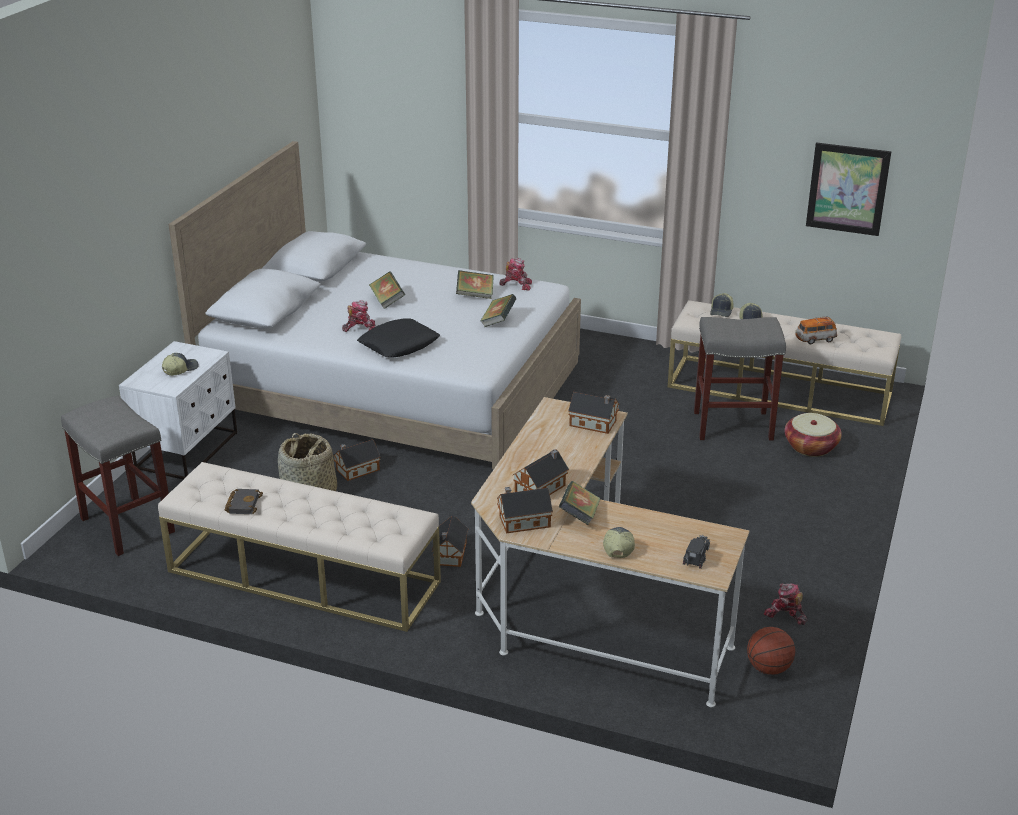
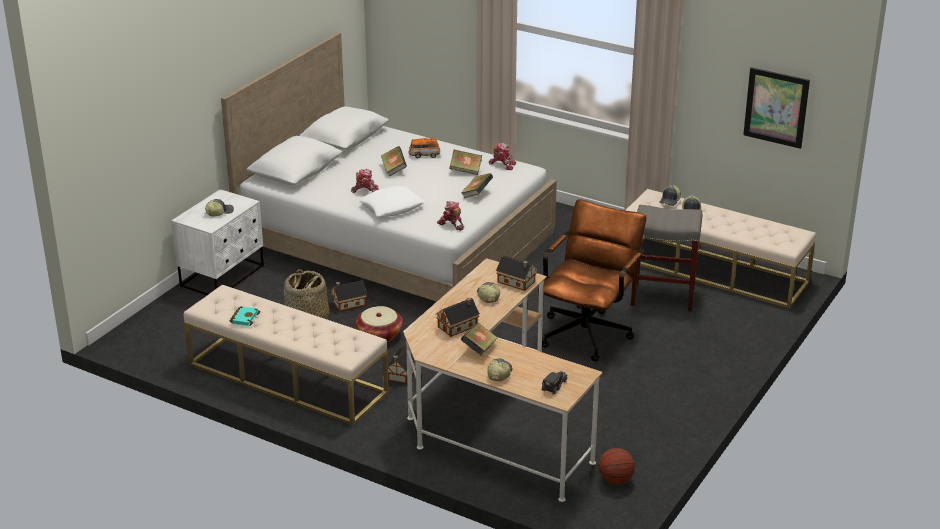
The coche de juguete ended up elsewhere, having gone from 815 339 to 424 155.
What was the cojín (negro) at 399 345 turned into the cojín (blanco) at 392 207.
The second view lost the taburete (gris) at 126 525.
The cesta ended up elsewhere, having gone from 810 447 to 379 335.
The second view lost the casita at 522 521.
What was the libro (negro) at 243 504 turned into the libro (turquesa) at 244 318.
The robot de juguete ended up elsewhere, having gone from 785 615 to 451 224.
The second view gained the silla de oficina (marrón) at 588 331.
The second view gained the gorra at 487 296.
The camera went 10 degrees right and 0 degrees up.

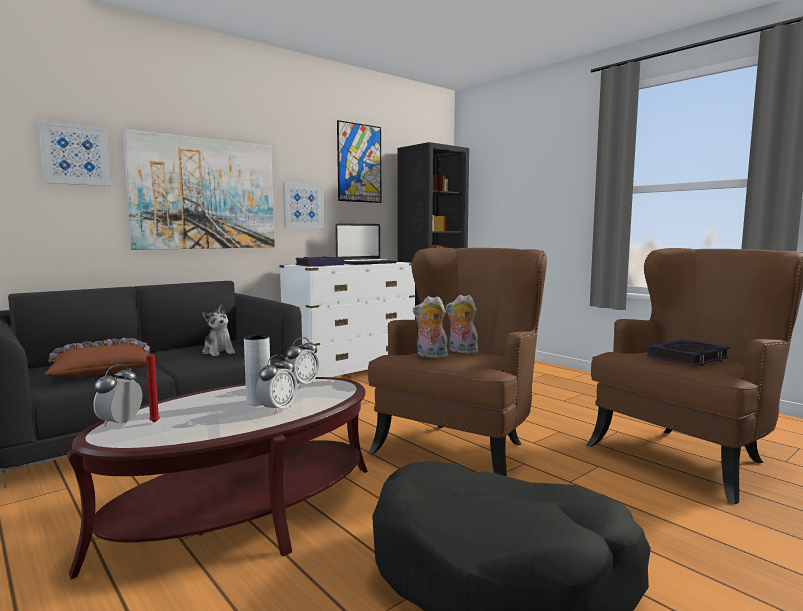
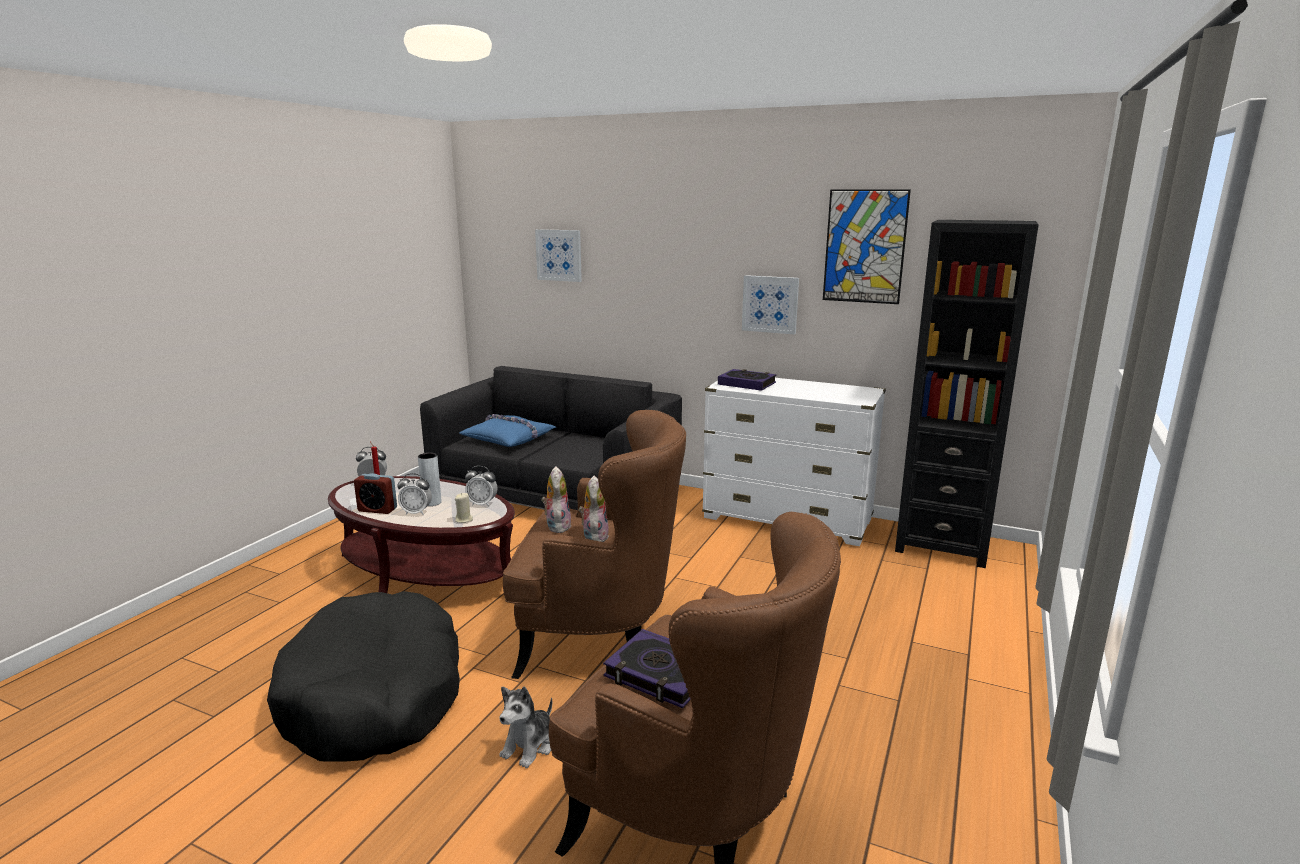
The second view lost the cuadro at 205 194.
The second view lost the portátil at 366 263.
The peluche ended up elsewhere, having gone from 219 352 to 530 746.
What was the cojín (marrón) at 101 370 turned into the cojín (azul) at 509 439.
The second view gained the despertador at 377 510.
The second view gained the vela (beis) at 464 519.
The camera went 65 degrees right and 10 degrees up.

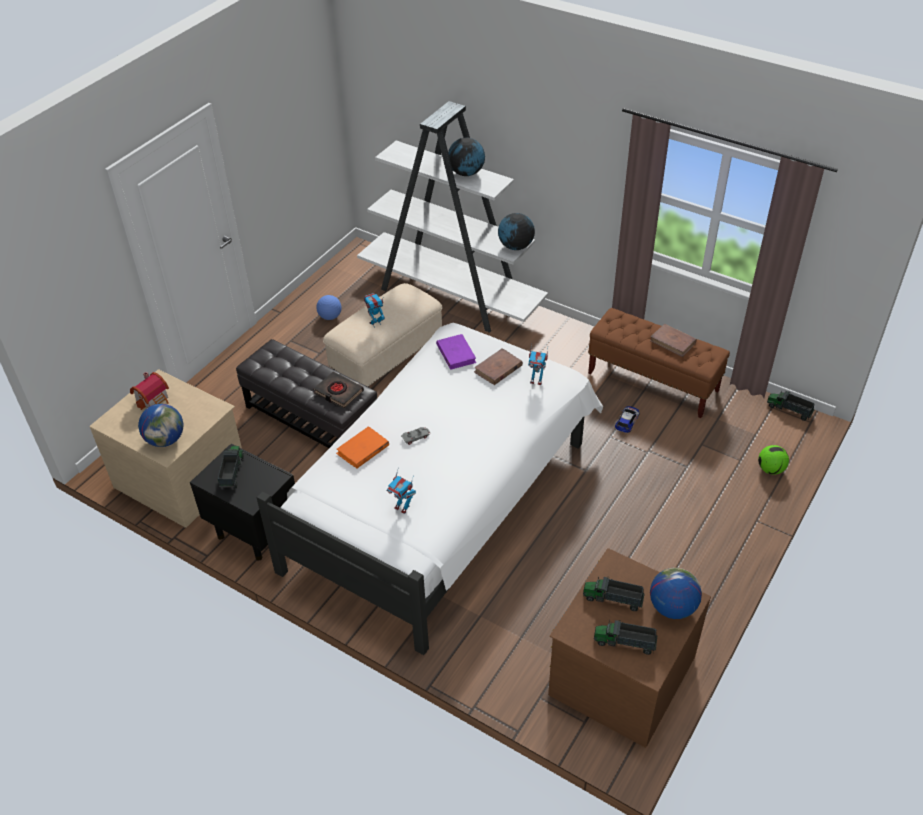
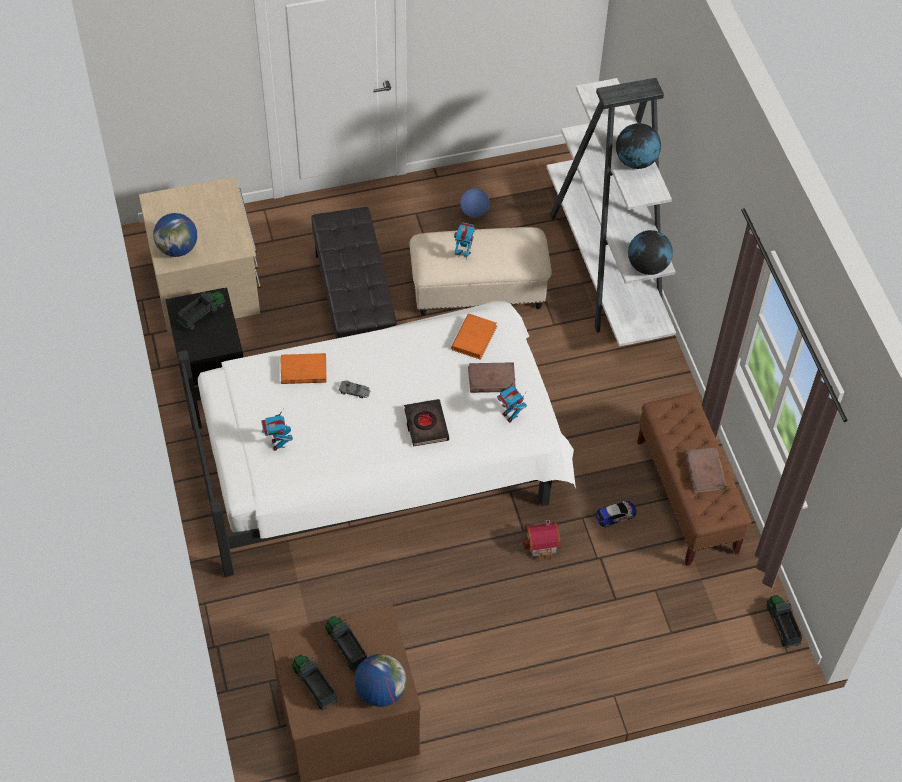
What was the libro (morado) at 456 353 turned into the libro (naranja) at 474 338.
The casita ended up elsewhere, having gone from 154 399 to 542 546.
The libro (negro) ended up elsewhere, having gone from 338 392 to 426 425.
The second view lost the balón de fútbol at 771 469.
The camera went 40 degrees right and 10 degrees up.

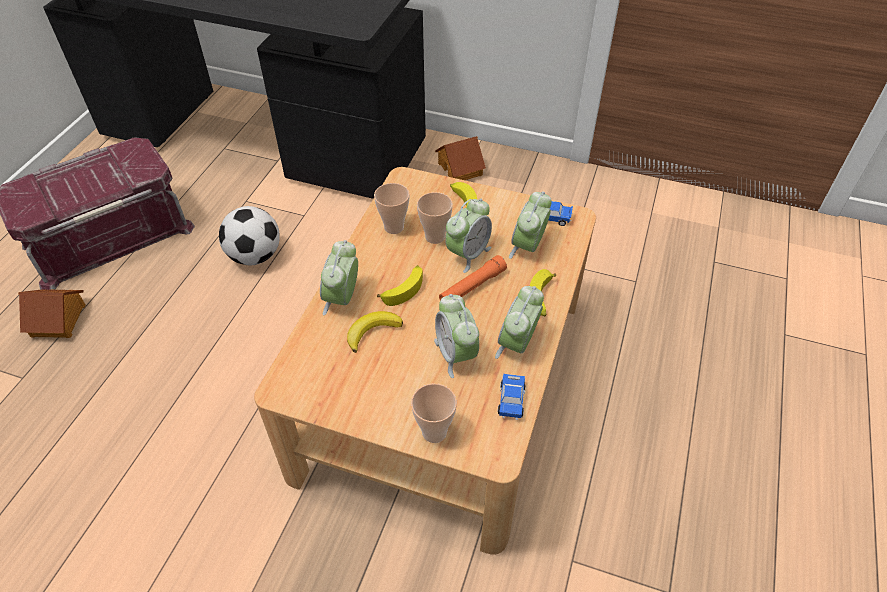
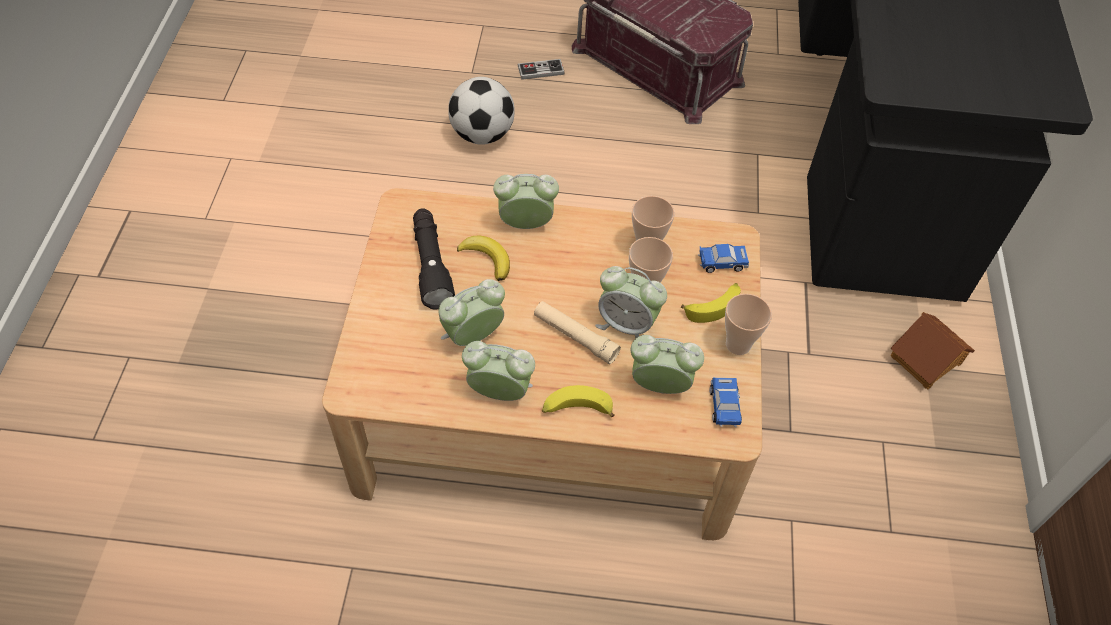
The balón de fútbol ended up elsewhere, having gone from 255 256 to 482 135.
What was the linterna (naranja) at 472 287 turned into the linterna (beis) at 575 337.
The second view lost the plátano at 404 289.
Where the casita stood at 59 320, the mando de consola came to stand at 540 70.
The coche de juguete ended up elsewhere, having gone from 511 401 to 721 262.
The taza ended up elsewhere, having gone from 434 432 to 738 344.
The second view gained the linterna (negro) at 431 265.
The camera went 75 degrees right and 5 degrees up.

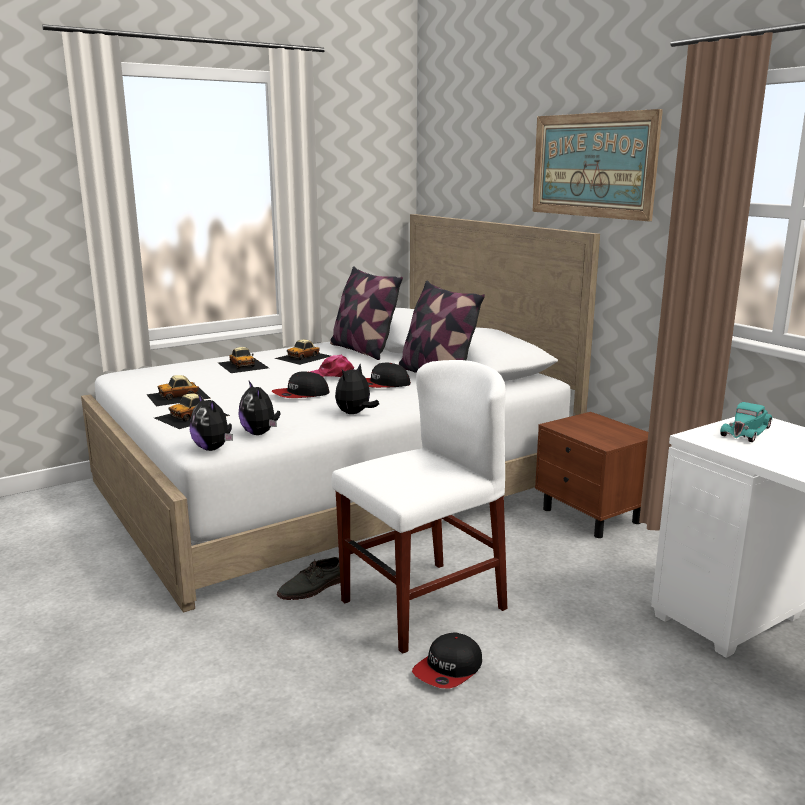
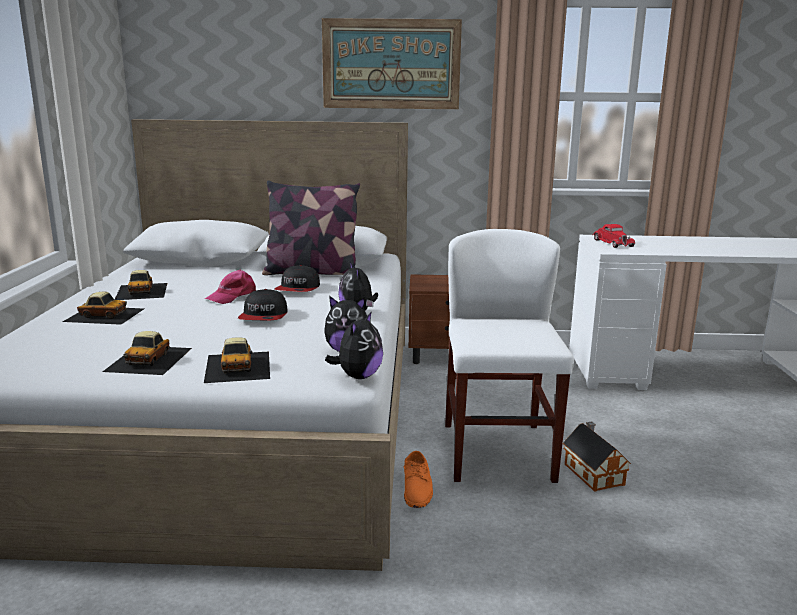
The second view lost the cojín at 363 350.
The peluche at 213 448 ended up facing another way, 60 degrees counterclockwise from before.
What was the coche de juguete (turquesa) at 746 431 turned into the coche de juguete (rojo) at 612 243.
What was the zapato (gris) at 313 588 turned into the zapato (naranja) at 417 488.
Where the gorra stood at 448 669, the casita came to stand at 593 473.
The camera went 55 degrees left and 0 degrees up.

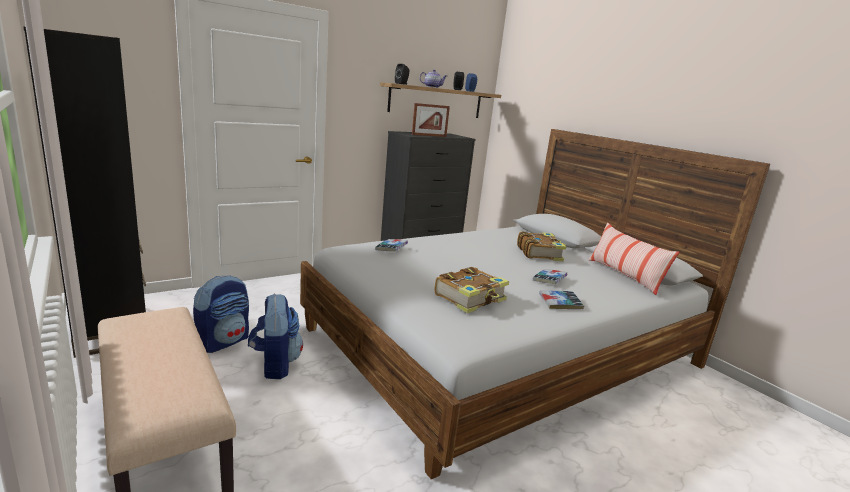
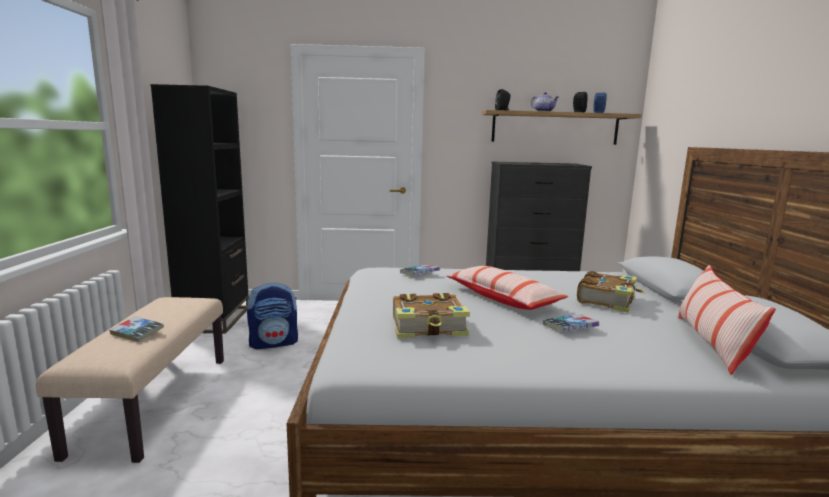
The second view lost the portarretratos at 429 135.
The libro ended up elsewhere, having gone from 560 303 to 137 333.
The second view lost the mochila at 275 365.
The second view gained the cojín at 503 298.
The camera went 35 degrees right and 5 degrees down.

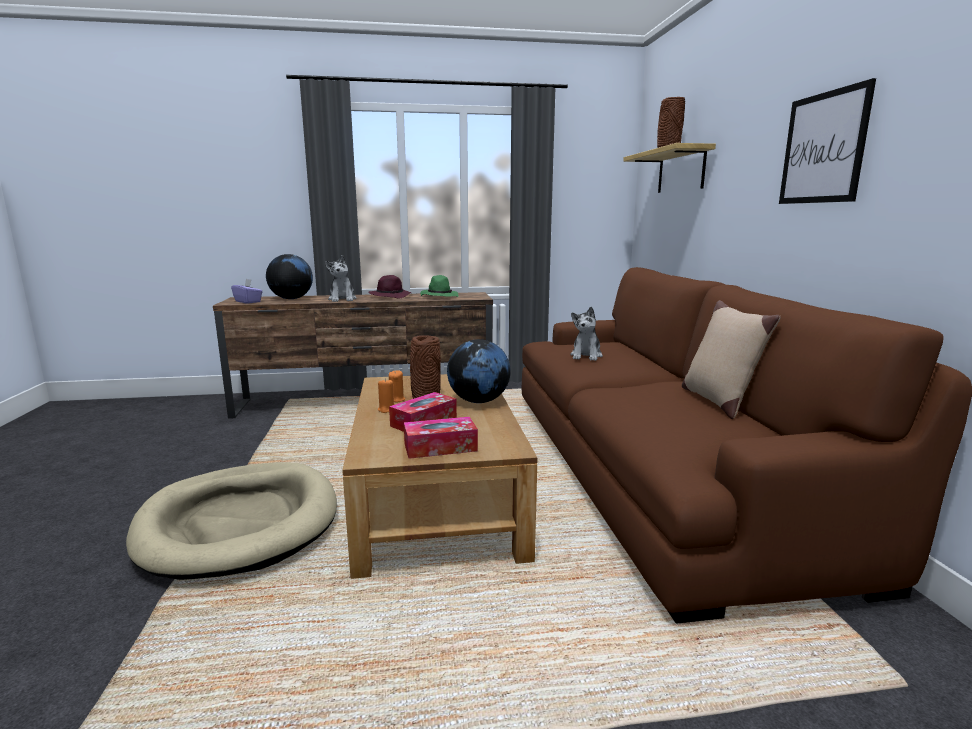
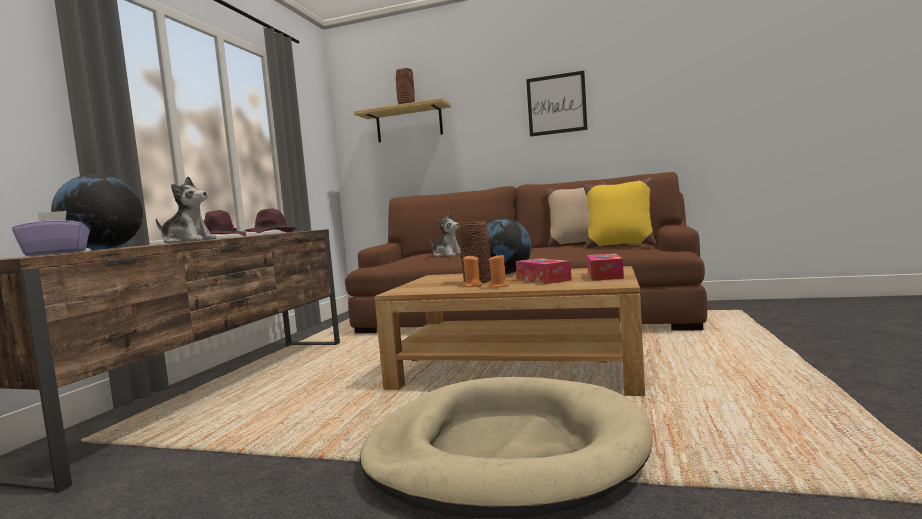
What was the sombrero (verde) at 439 296 turned into the sombrero (morado) at 270 233.
The second view gained the cojín (amarillo) at 619 246.
The camera went 65 degrees left and 10 degrees down.

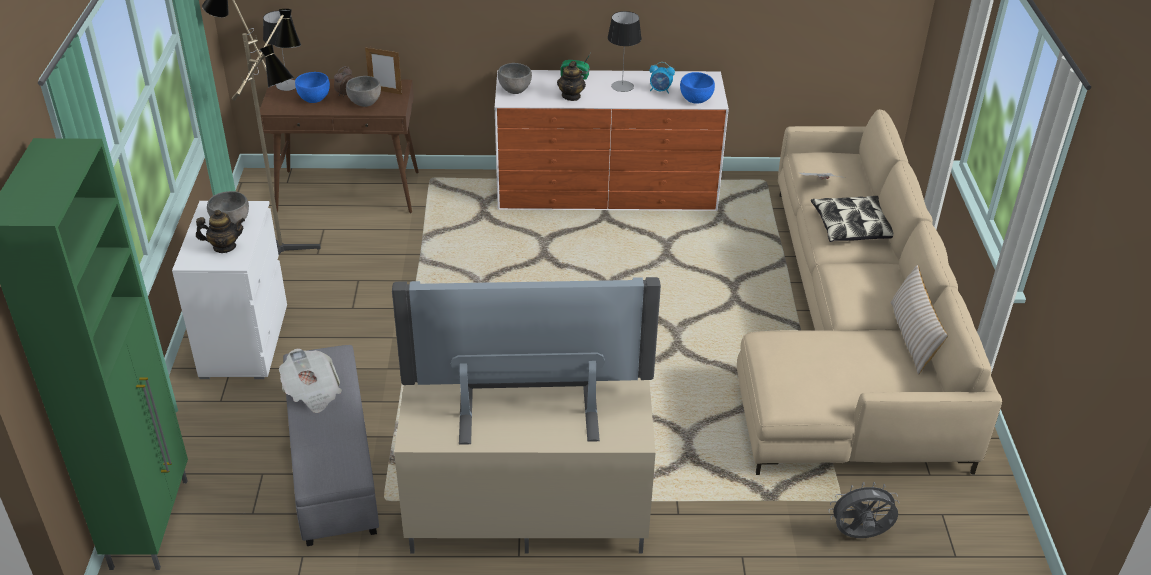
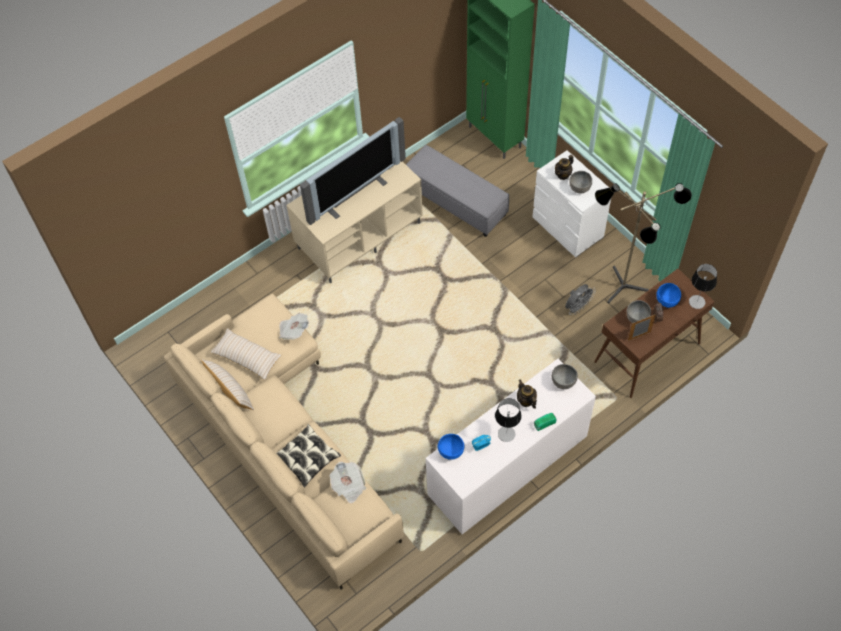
The periódico ended up elsewhere, having gone from 312 392 to 294 330.
The ventilador (gris) ended up elsewhere, having gone from 859 535 to 577 307.
The second view gained the cojín (beis) at 247 357.
The camera went 145 degrees right and 20 degrees up.

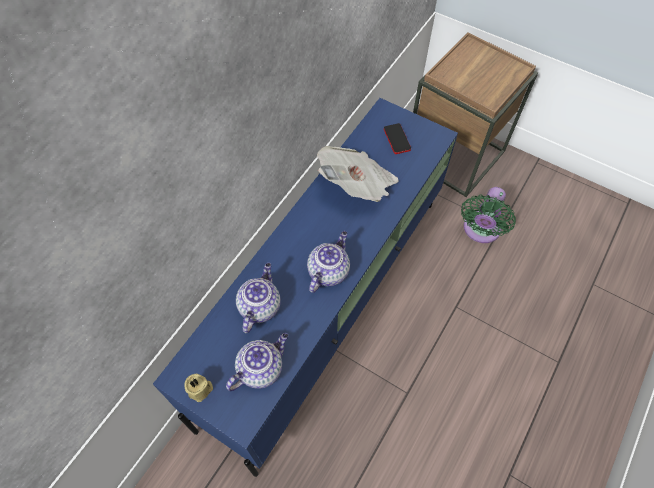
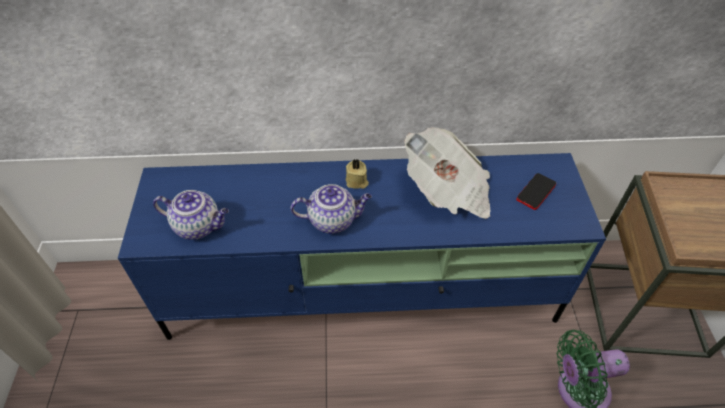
The second view lost the tetera at 259 306.
The vela (beis) ended up elsewhere, having gone from 200 390 to 357 182.
The camera went 55 degrees right and 10 degrees down.

